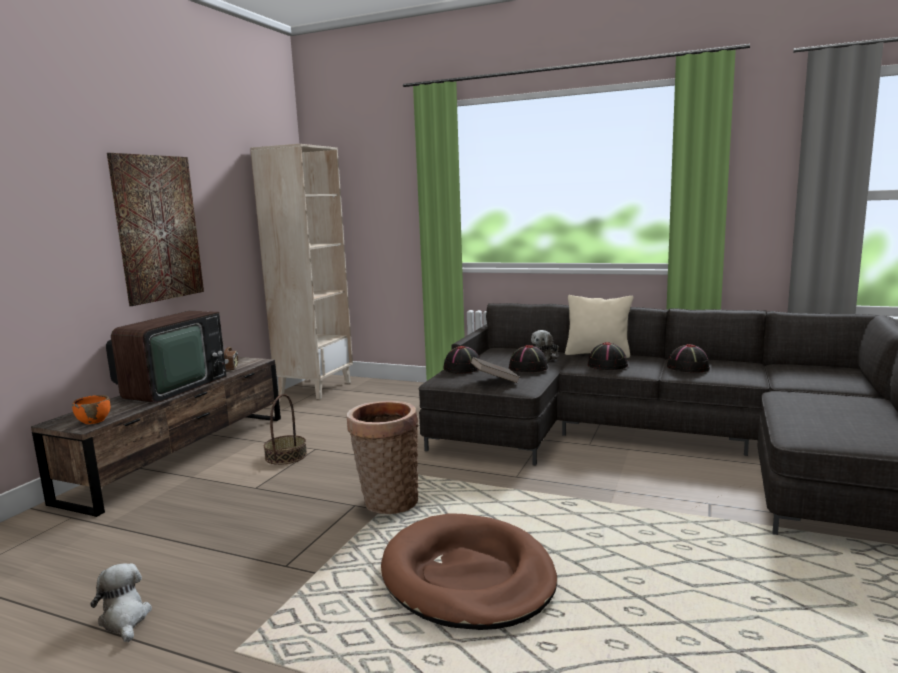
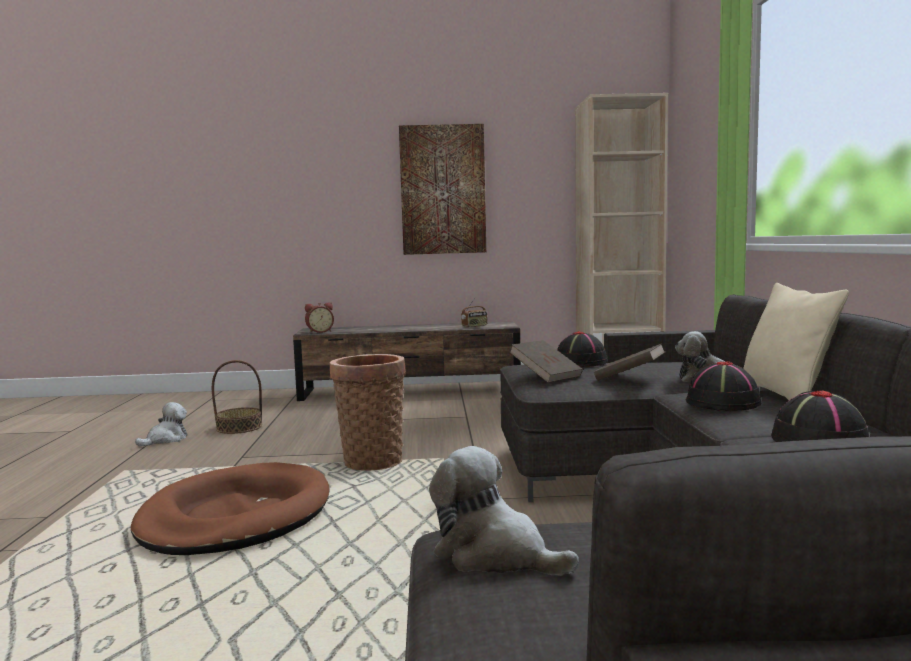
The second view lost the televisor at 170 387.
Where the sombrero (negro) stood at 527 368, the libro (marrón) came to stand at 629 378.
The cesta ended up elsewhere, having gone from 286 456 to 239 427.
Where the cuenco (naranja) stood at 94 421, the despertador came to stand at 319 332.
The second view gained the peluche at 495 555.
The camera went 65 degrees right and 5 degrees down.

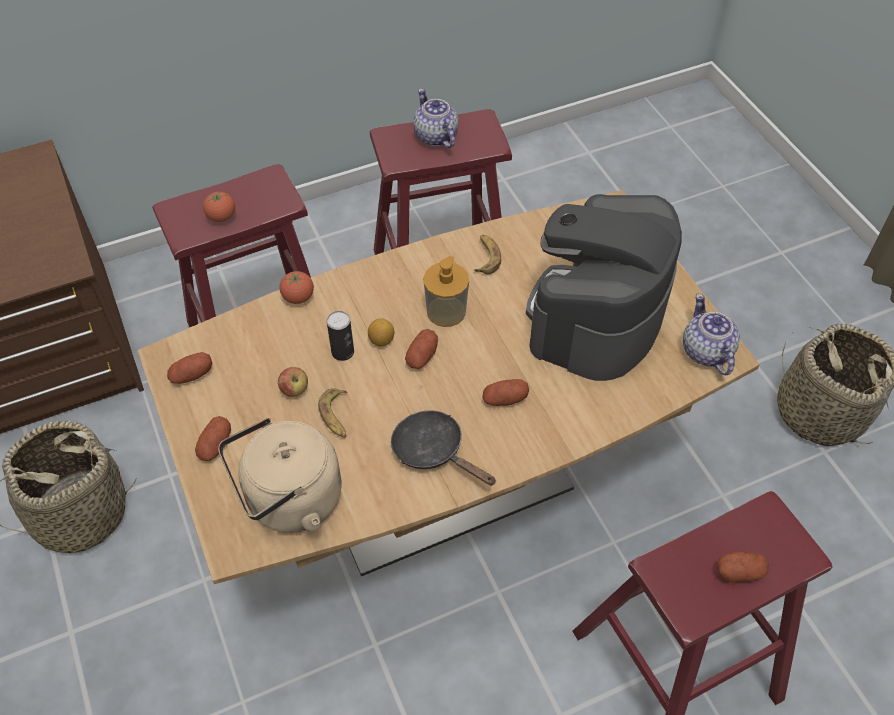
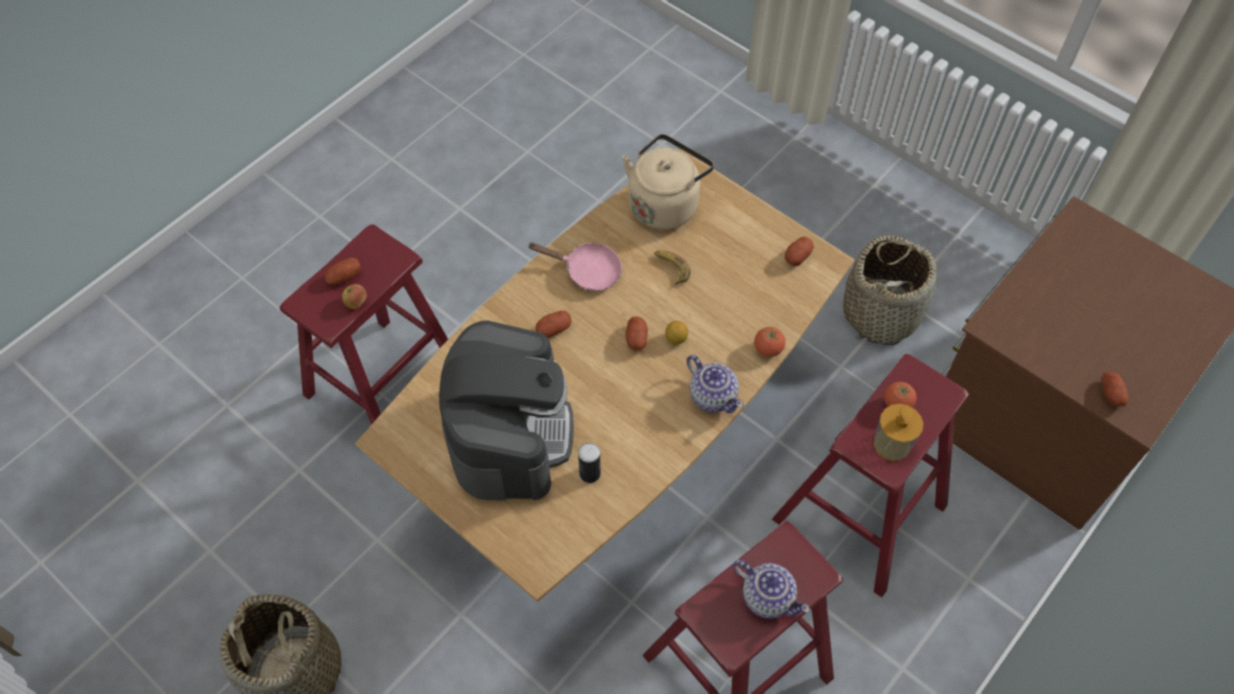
The second view lost the plátano at 486 257.
The dispensador de jabón ended up elsewhere, having gone from 446 311 to 891 444.
The tetera ended up elsewhere, having gone from 706 352 to 712 395.
The lata ended up elsewhere, having gone from 342 352 to 590 473.
The manzana ended up elsewhere, having gone from 294 390 to 356 302.
What was the sartén (negro) at 433 451 turned into the sartén (rosa) at 587 271.
The patata ended up elsewhere, having gone from 215 445 to 1111 393.
The camera went 155 degrees right and 5 degrees up.

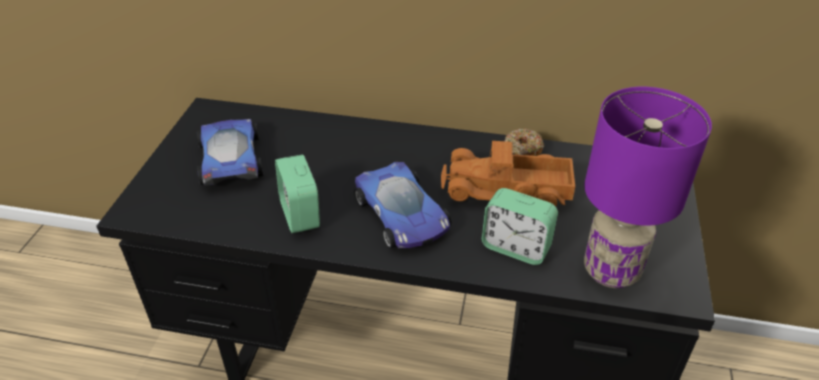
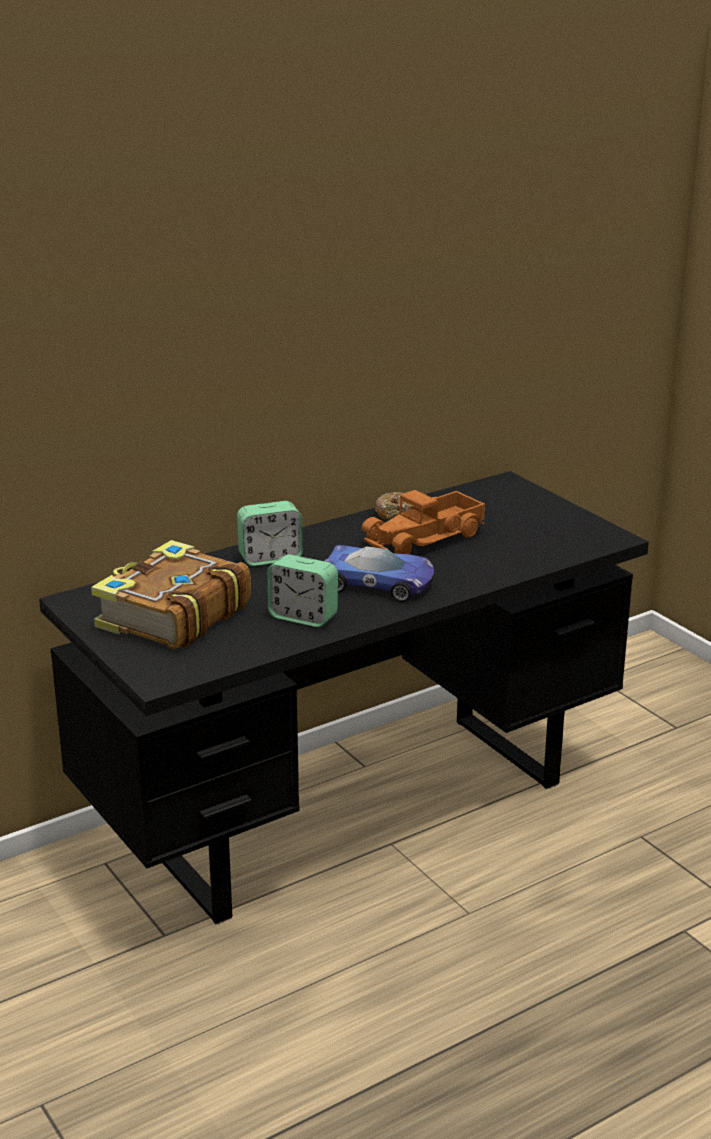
The second view lost the lámpara de mesa (morado) at 610 270.
Where the coche de juguete stood at 231 158, the libro came to stand at 171 616.
The despertador ended up elsewhere, having gone from 516 247 to 270 558.
The camera went 45 degrees left and 15 degrees down.

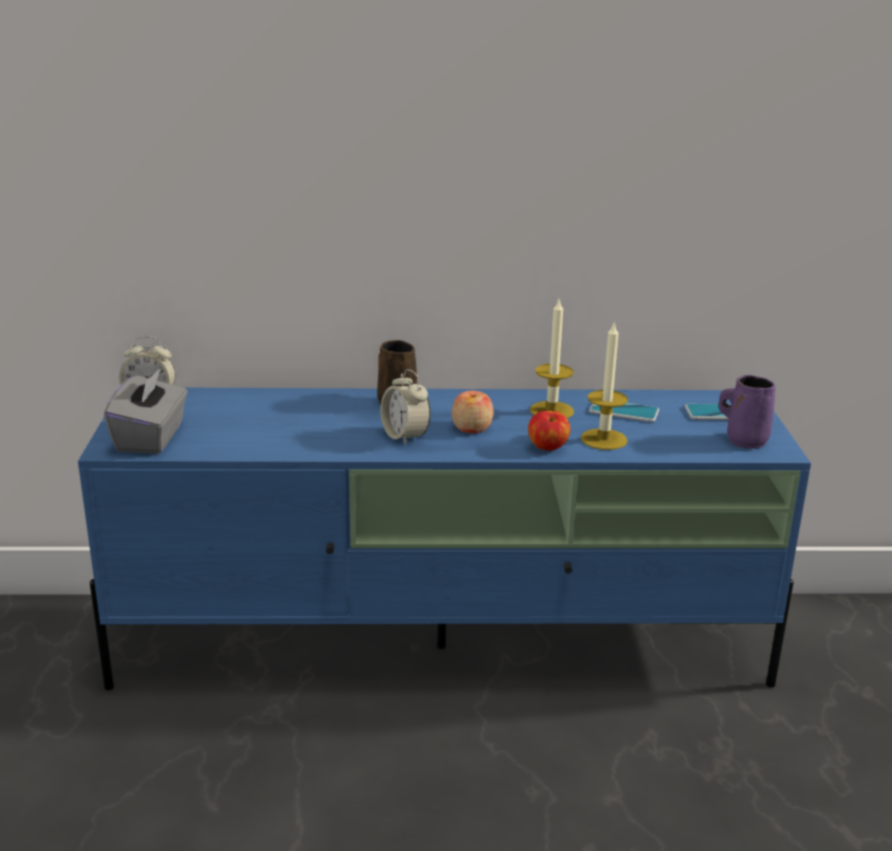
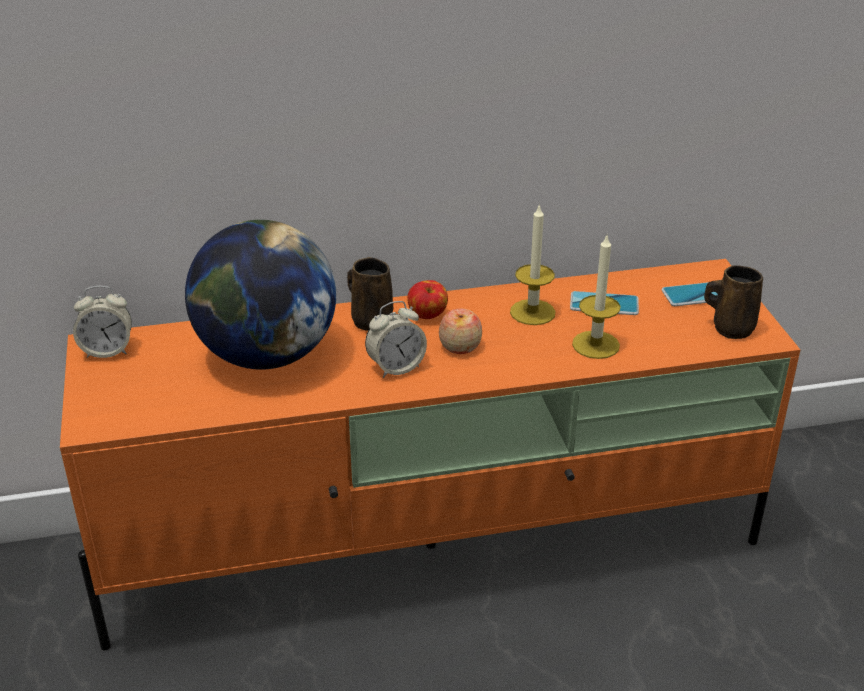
The second view lost the caja de pañuelos (gris) at 151 438.
The despertador at 405 436 ended up facing another way, 75 degrees counterclockwise from before.
What was the taza grande (morado) at 744 440 turned into the taza grande (marrón) at 730 328.
What was the mueble de televisión (azul) at 445 647 turned into the mueble de televisión (naranja) at 435 546.
The manzana ended up elsewhere, having gone from 548 448 to 428 316.
The second view gained the globo terráqueo at 266 355.
The camera went 10 degrees left and 10 degrees up.

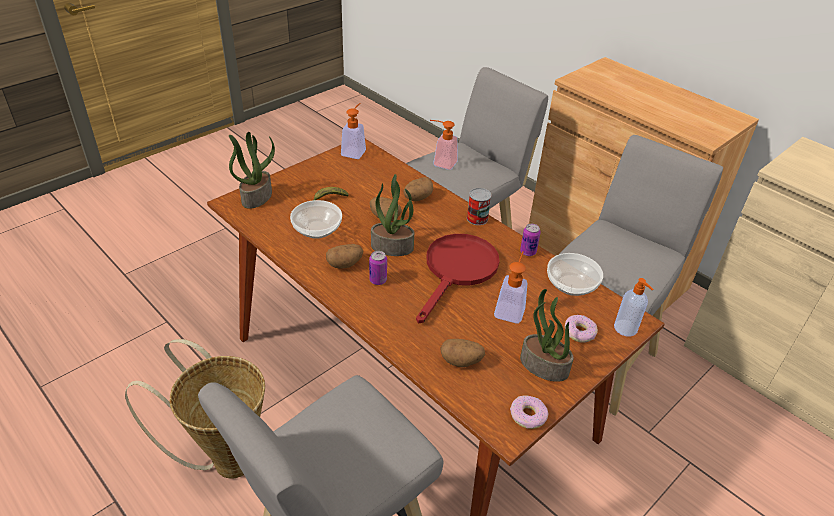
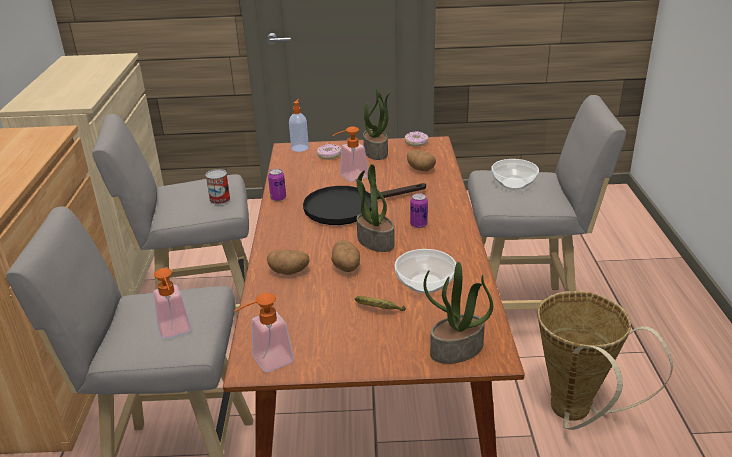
The lata ended up elsewhere, having gone from 477 218 to 220 199.
What was the sartén (rojo) at 457 271 turned into the sartén (negro) at 349 207.
The second view lost the patata at 345 264.
The cuenco ended up elsewhere, having gone from 570 284 to 514 184.
The camera went 135 degrees left and 10 degrees down.

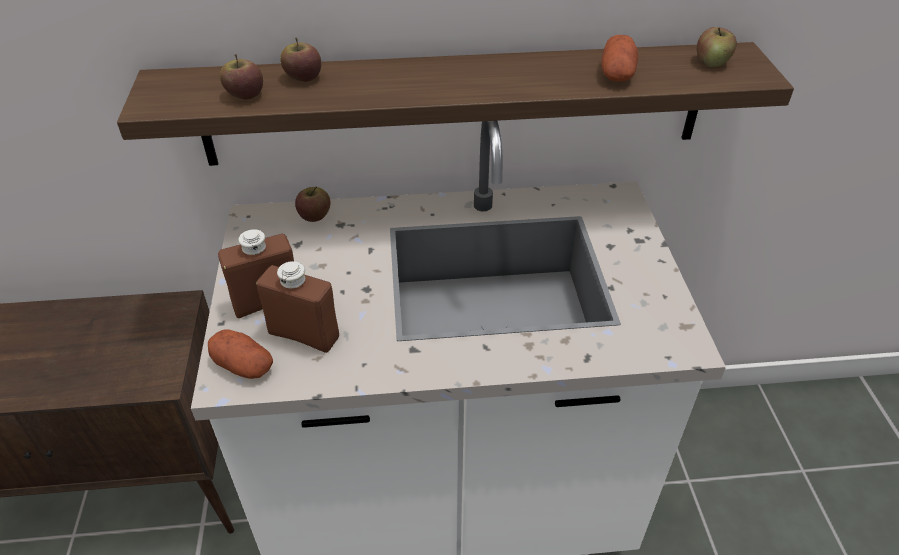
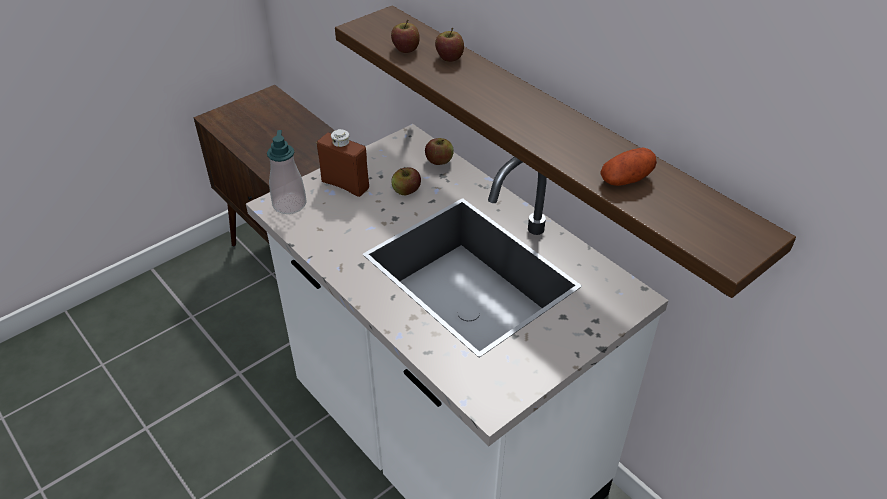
The manzana ended up elsewhere, having gone from 712 62 to 406 191.
The second view lost the botella (marrón) at 304 335.
Where the patata stood at 243 365, the dispensador de jabón came to stand at 289 204.
The camera went 55 degrees right and 0 degrees up.

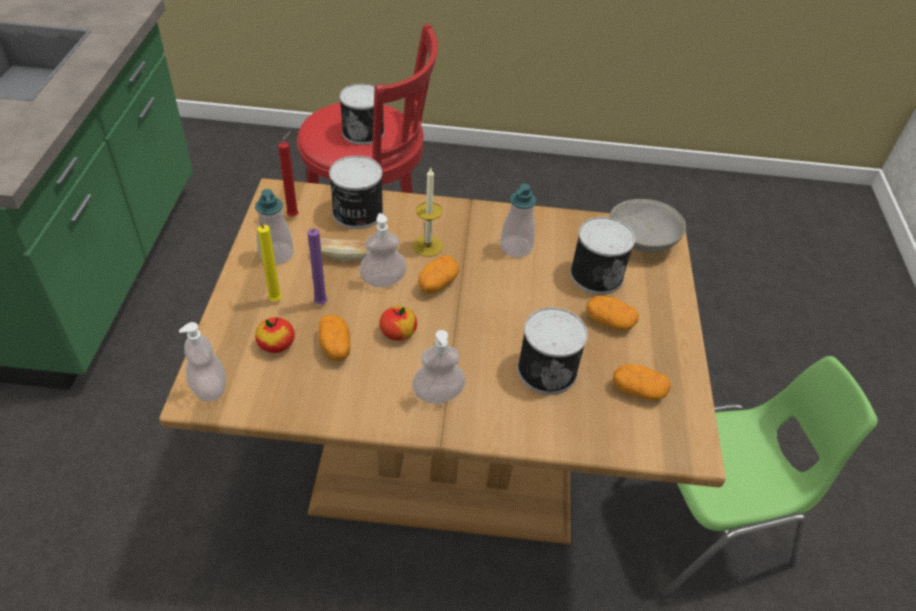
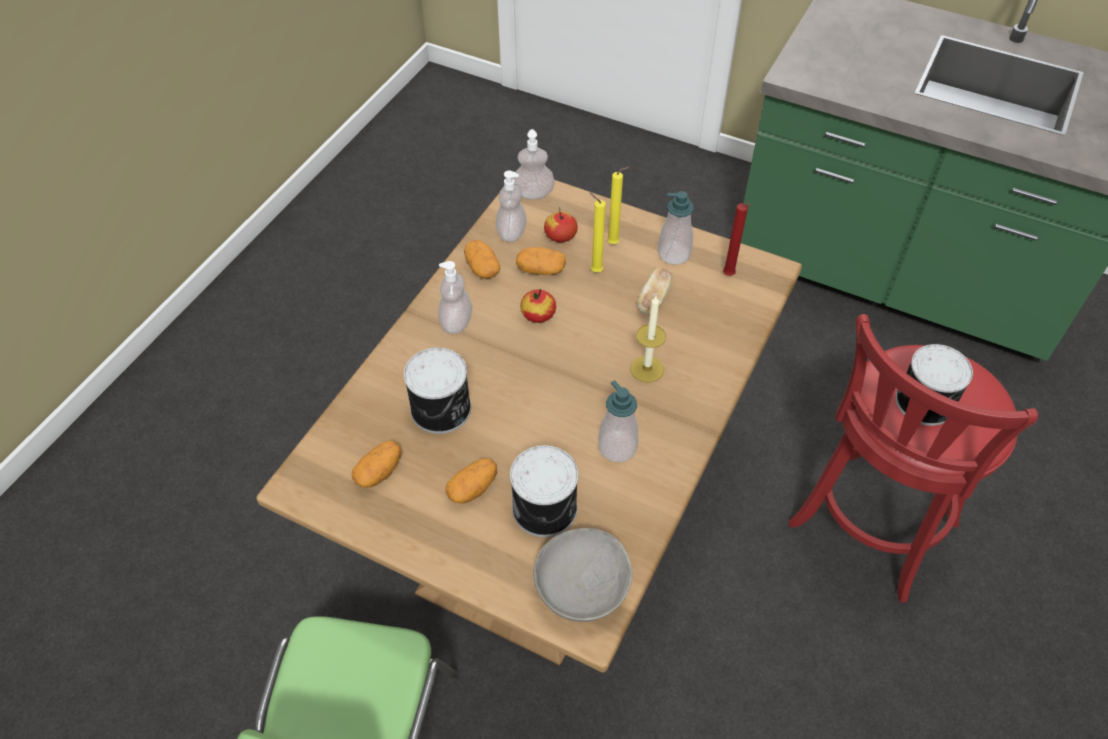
The second view lost the lata at 357 213.
The dispensador de jabón ended up elsewhere, having gone from 383 280 to 511 232.
What was the vela (morado) at 320 305 turned into the vela (amarillo) at 594 270.
The patata ended up elsewhere, having gone from 437 283 to 482 268.
The camera went 115 degrees right and 5 degrees up.

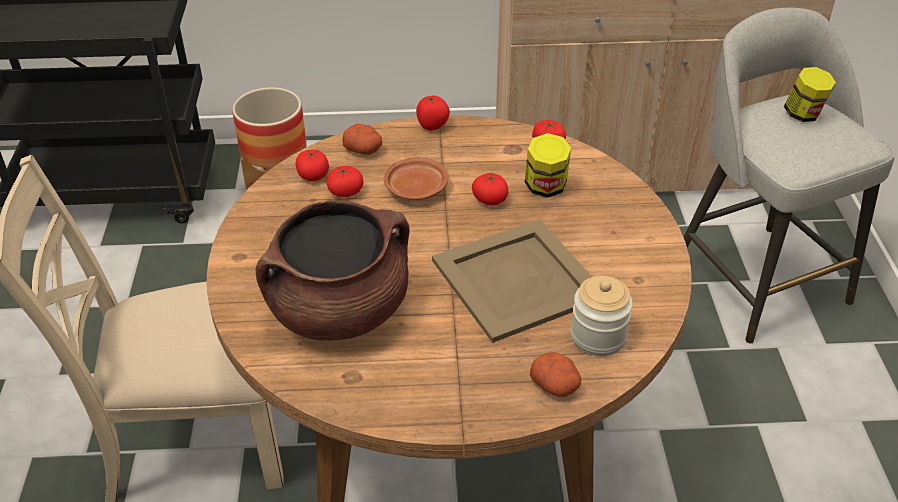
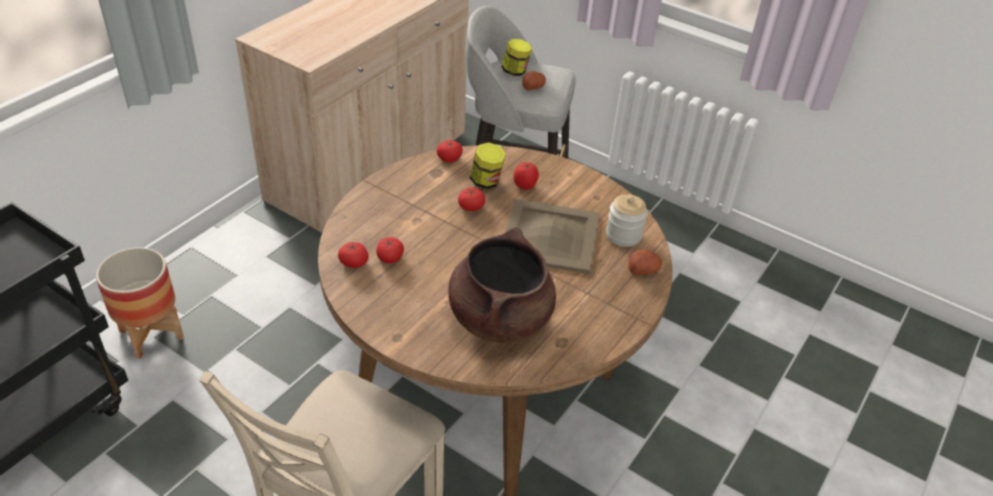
The tomate ended up elsewhere, having gone from 433 126 to 525 186.
The patata ended up elsewhere, having gone from 364 150 to 533 87.
The second view lost the plato (marrón) at 416 188.
The camera went 55 degrees left and 0 degrees up.

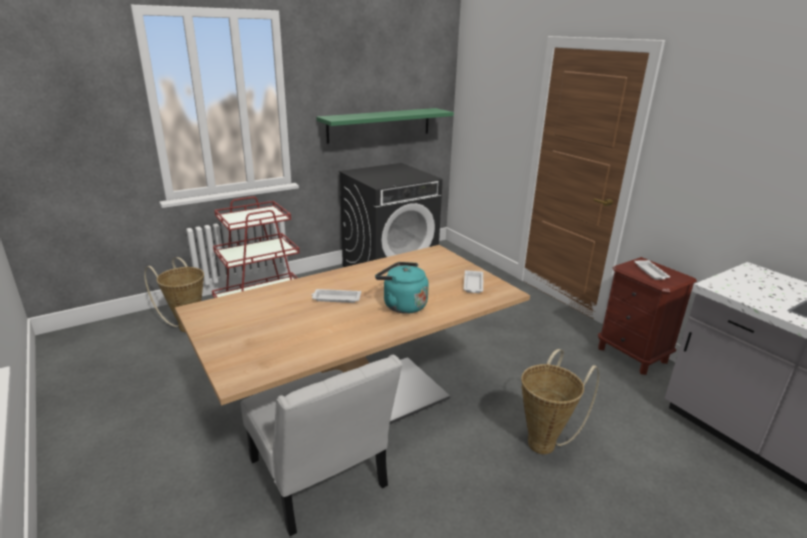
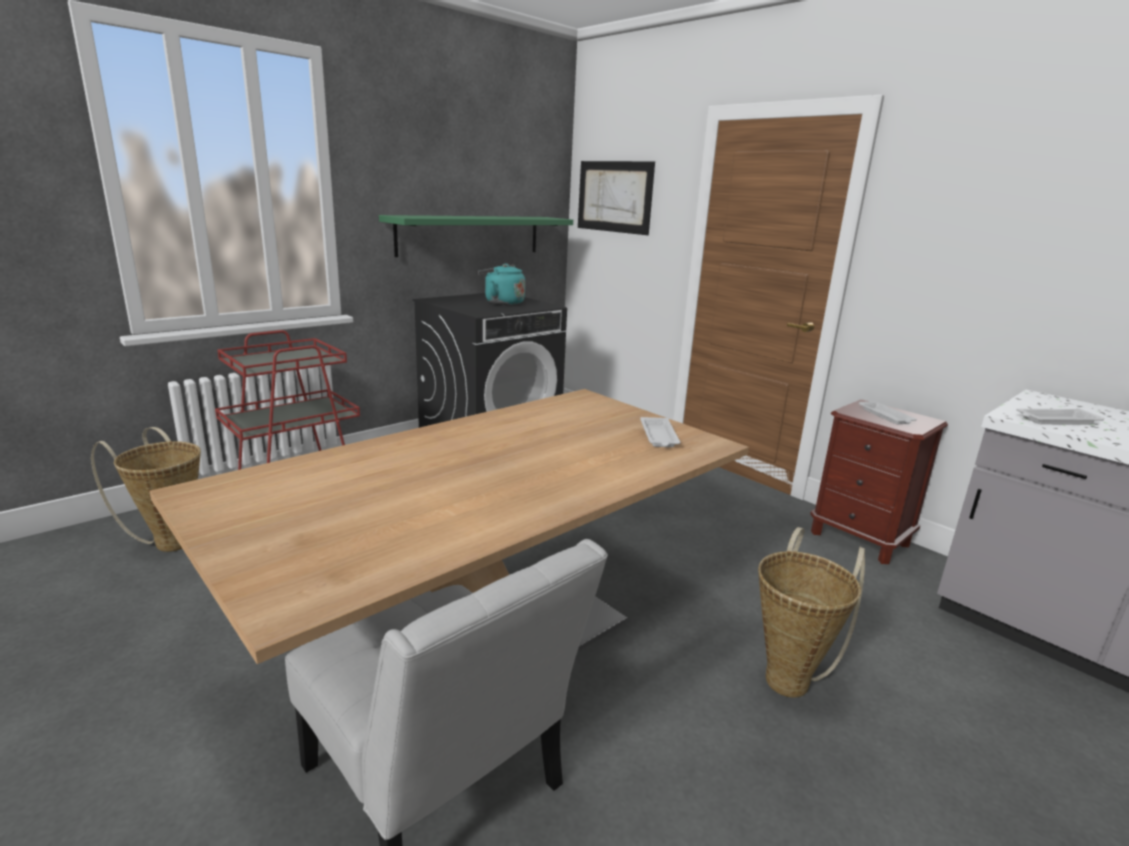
The hervidor (turquesa) ended up elsewhere, having gone from 402 305 to 502 303.
The bandeja (blanco) ended up elsewhere, having gone from 336 298 to 1055 420.
The second view gained the cuadro at 614 197.
The camera went 10 degrees left and 5 degrees down.

